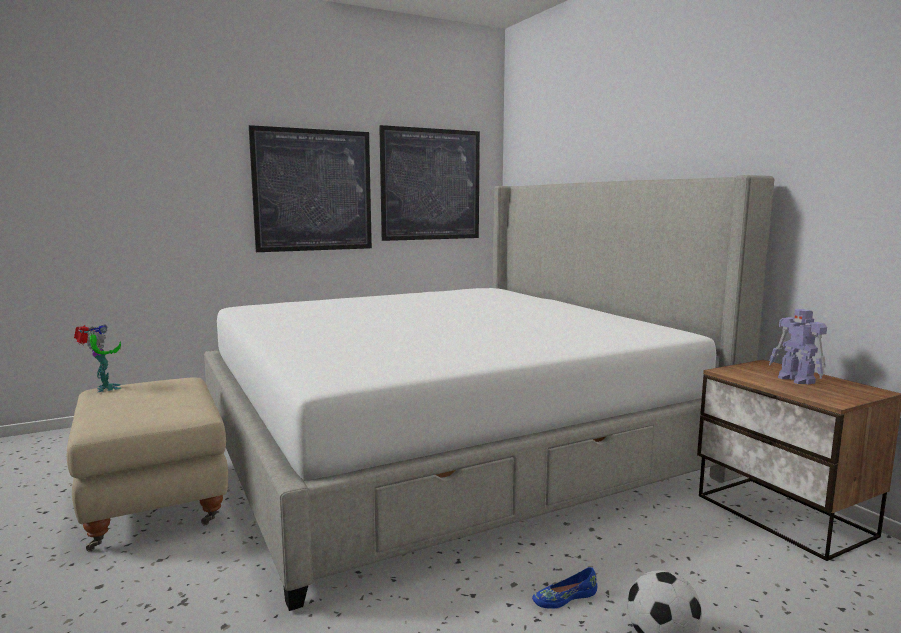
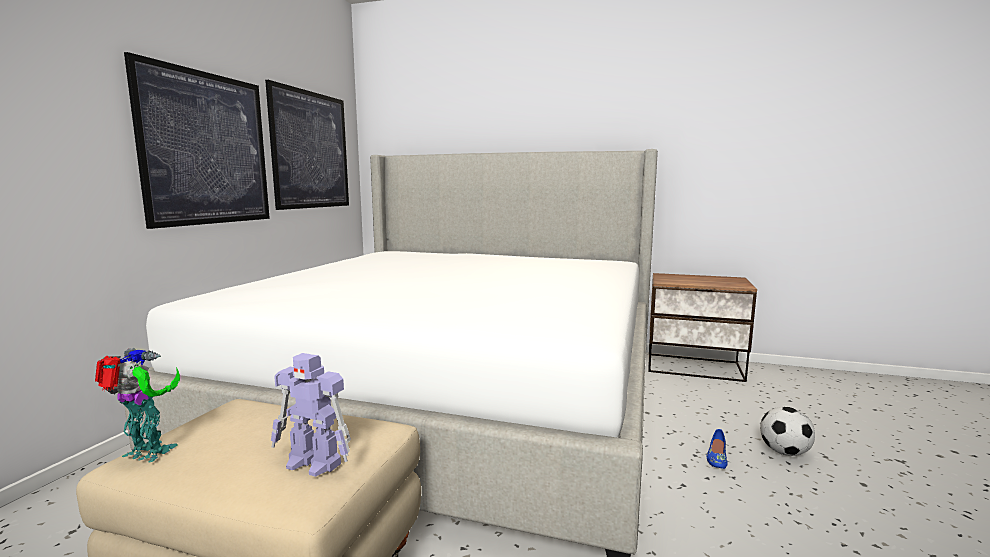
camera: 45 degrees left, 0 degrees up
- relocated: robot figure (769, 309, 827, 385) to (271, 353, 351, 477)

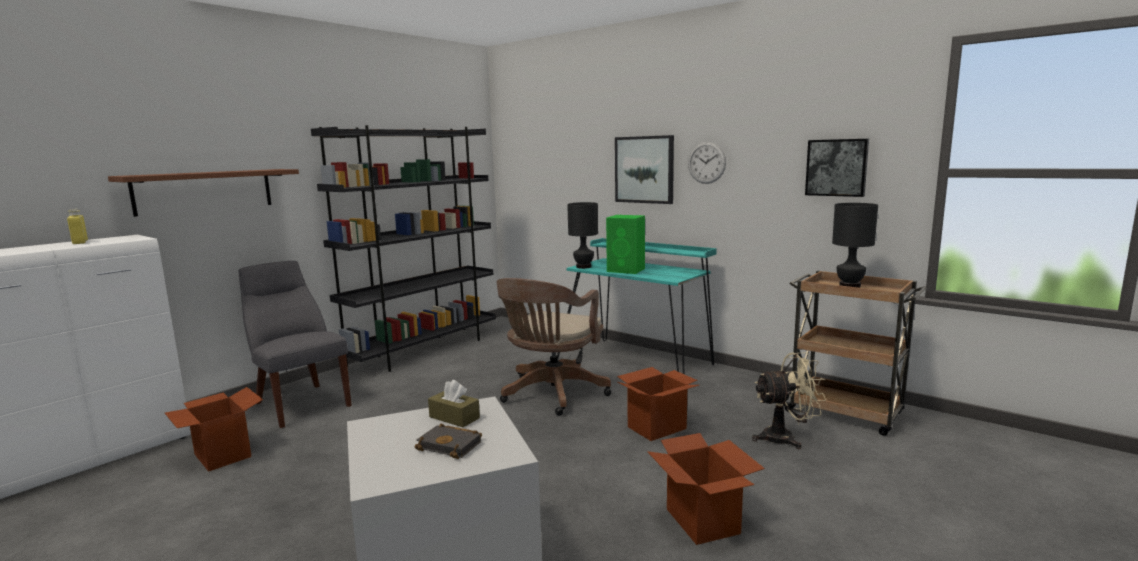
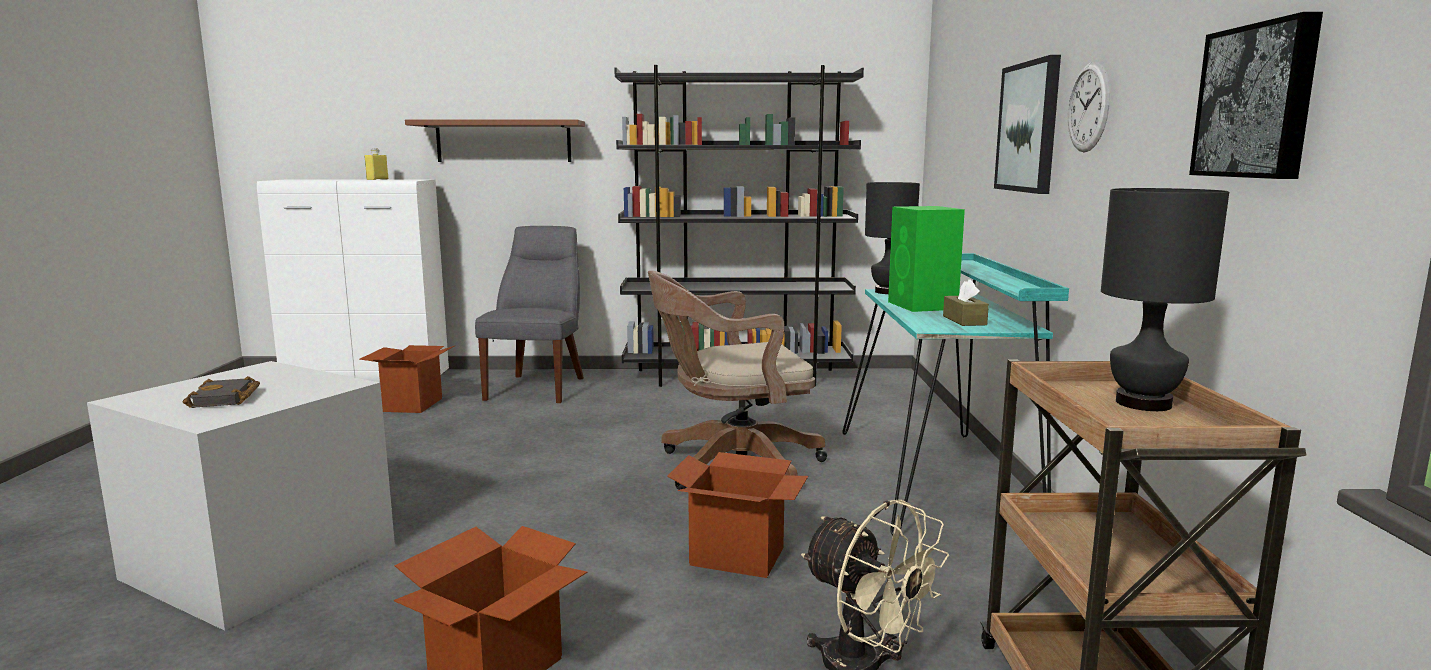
camera: 50 degrees right, 0 degrees up
- relocated: brown-coloured tissue holder (428, 380, 480, 427) to (943, 279, 989, 326)

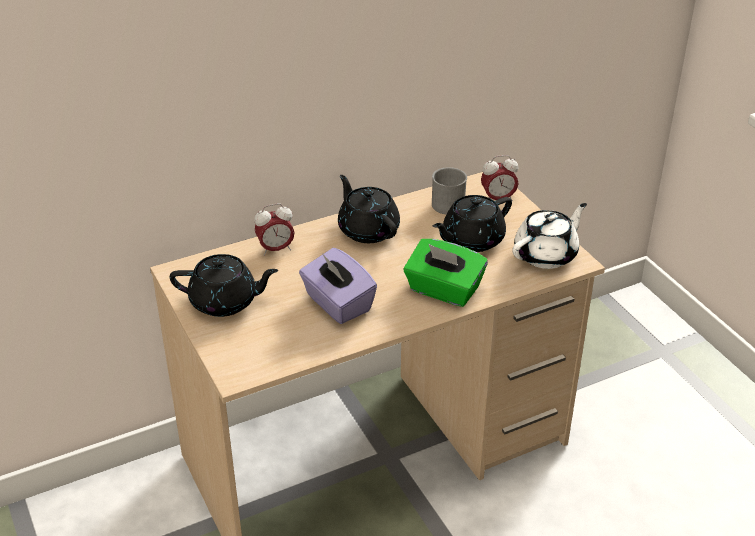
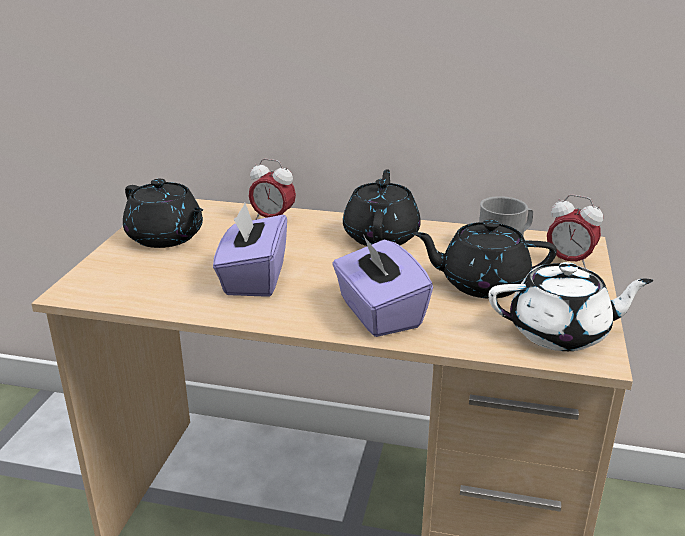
camera: 40 degrees right, 10 degrees down
- colour: green tissue holder (404, 239, 488, 307) to purplish tissue holder (332, 235, 433, 337)

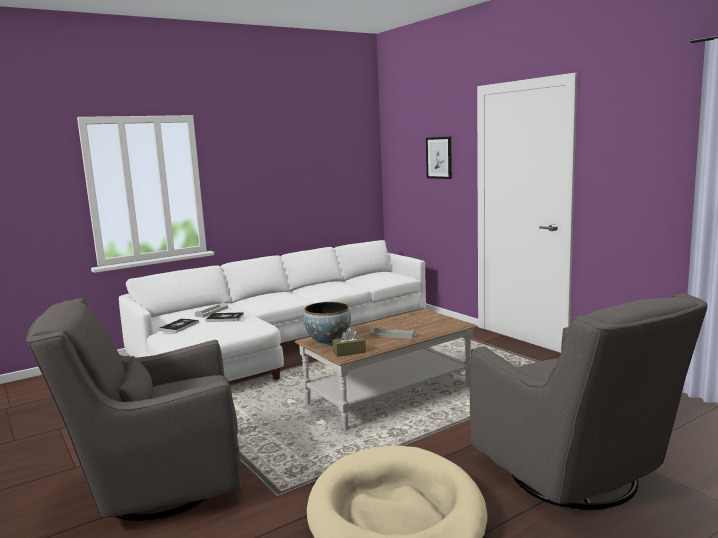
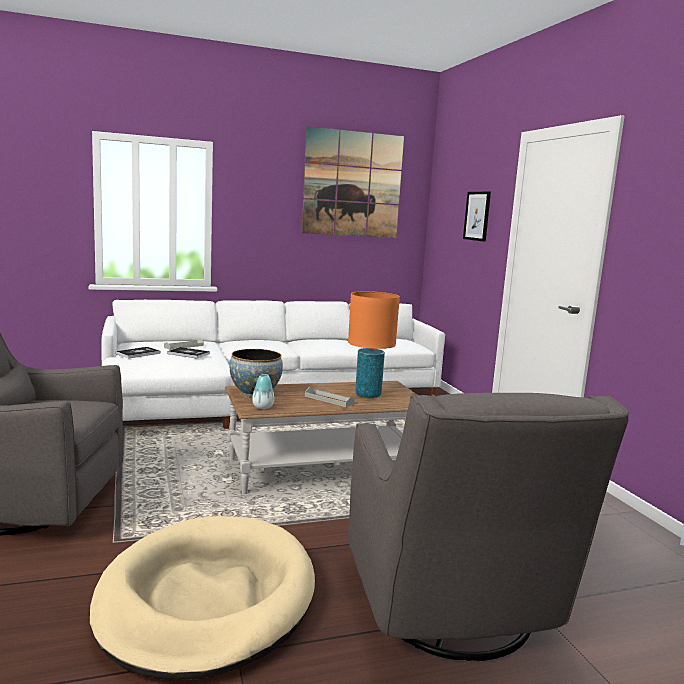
camera: 15 degrees right, 0 degrees up
- exchanged: brown-coloured tissue holder (332, 328, 366, 357) to decorative vase (252, 374, 274, 409)
- appeared: picture (302, 126, 404, 238)
- appeared: orange table lamp (348, 291, 400, 398)

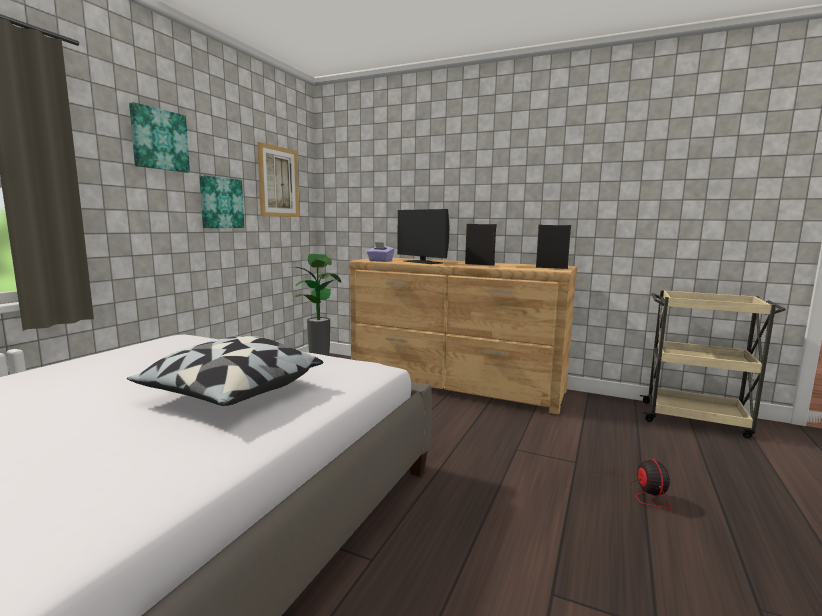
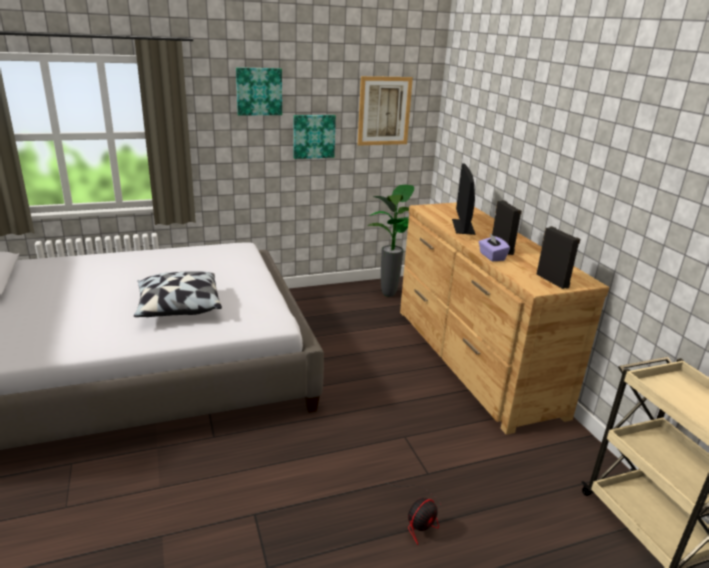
camera: 45 degrees right, 15 degrees up
- relocated: purplish tissue holder (367, 242, 394, 262) to (479, 234, 510, 262)

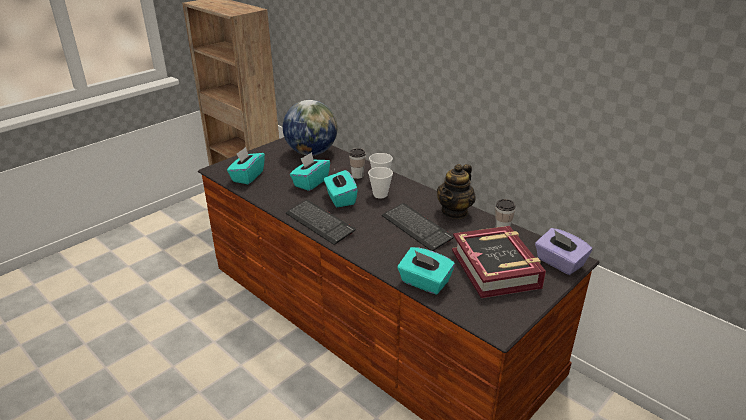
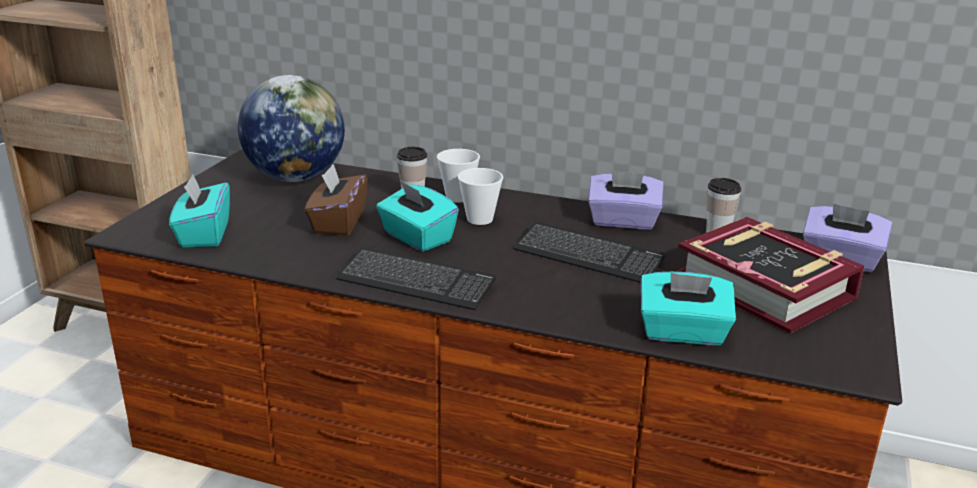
camera: 25 degrees left, 5 degrees down
- colour: blue-green tissue holder (290, 152, 330, 191) to brown-coloured tissue holder (305, 164, 368, 236)
- exchanged: pot for tea (437, 164, 476, 219) to purplish tissue holder (588, 170, 663, 229)

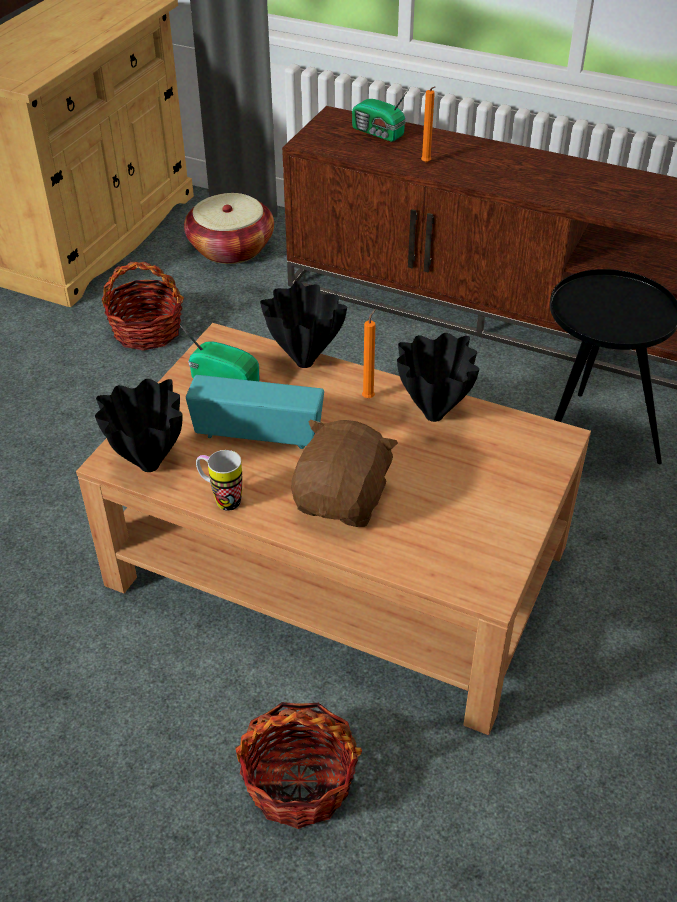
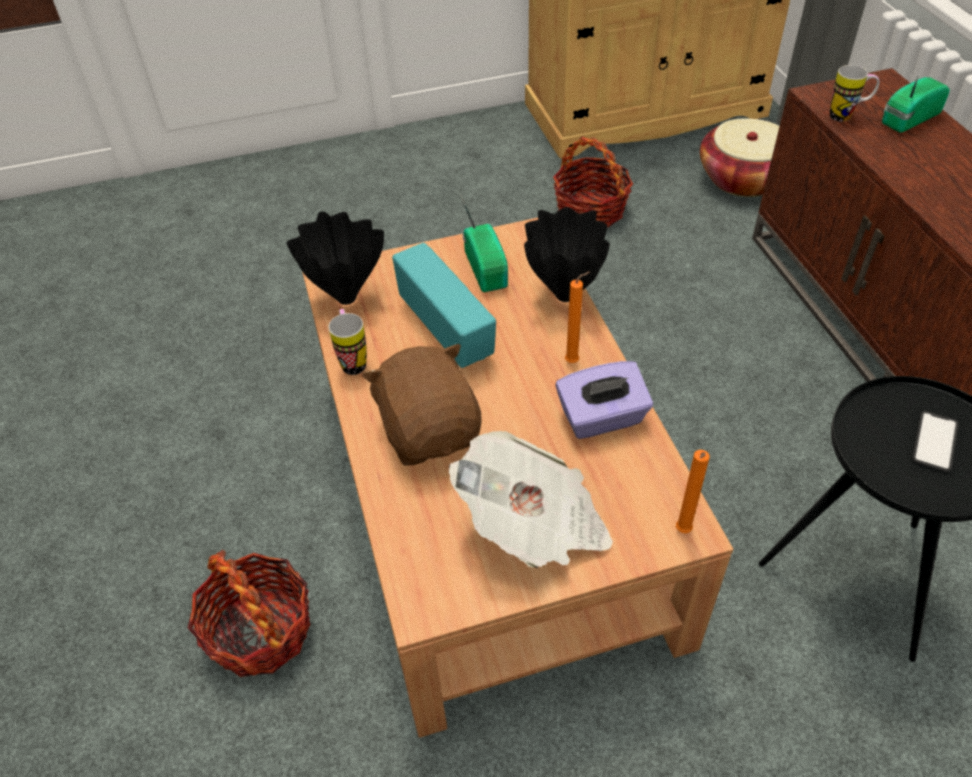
camera: 50 degrees right, 5 degrees up
- spun: brown-coloured soft toy (291, 419, 398, 527) = (362, 344, 482, 466) 90 degrees counterclockwise
- appeared: printed paper (449, 431, 613, 568)
- exchanged: black decorative vase (397, 333, 479, 422) to purplish tissue holder (556, 361, 653, 439)
- relocated: orange wax candle (421, 86, 435, 163) to (676, 450, 710, 533)
- appeared: tea mug (830, 65, 880, 122)
- spun: radio (352, 86, 411, 142) = (882, 77, 950, 133) 60 degrees clockwise
- appeared: handset (912, 411, 959, 472)

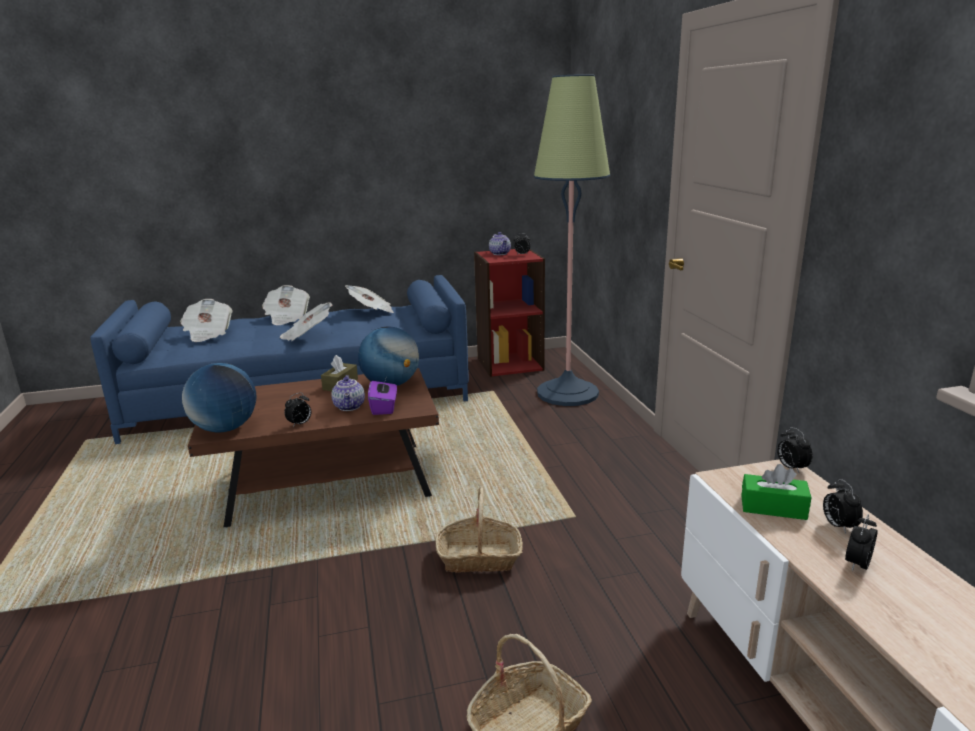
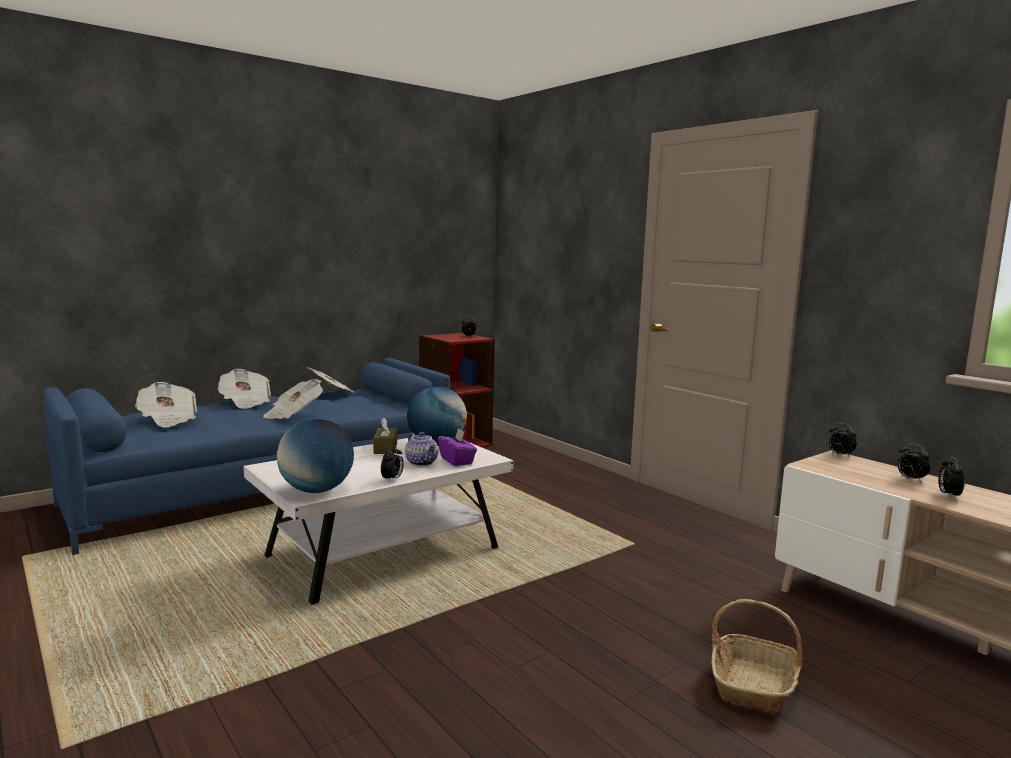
camera: 25 degrees left, 10 degrees down
- colour: brown-coloured low table (188, 368, 439, 528) to white low table (244, 438, 514, 605)
- missing: household basket (436, 488, 523, 573)
- missing: pot for tea (489, 232, 511, 255)
- missing: standard lamp (534, 74, 610, 406)
- missing: green tissue holder (741, 464, 811, 520)

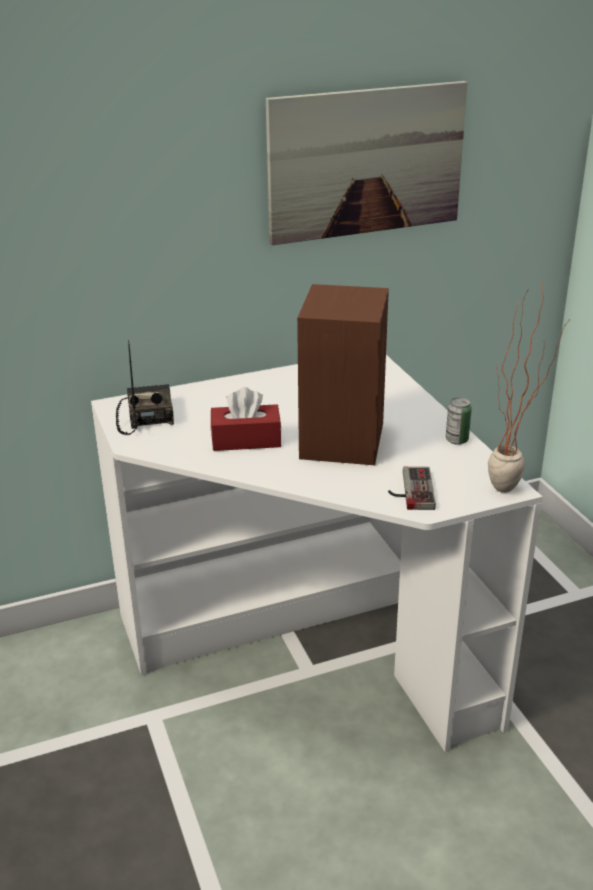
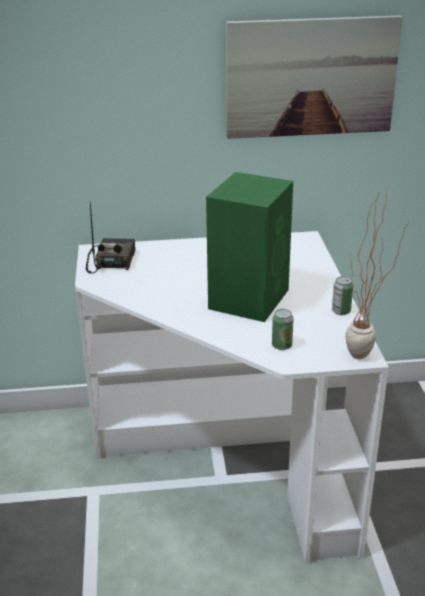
camera: 15 degrees right, 0 degrees up
- colour: brown-coloured speaker (297, 284, 389, 465) to green speaker (206, 172, 293, 322)
- exchanged: game controller (388, 467, 436, 510) to sealed can (272, 309, 294, 350)
- missing: red-coloured tissue holder (211, 387, 281, 451)

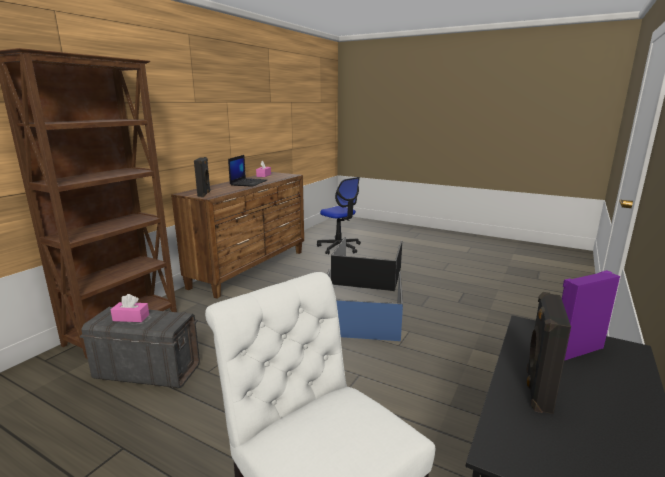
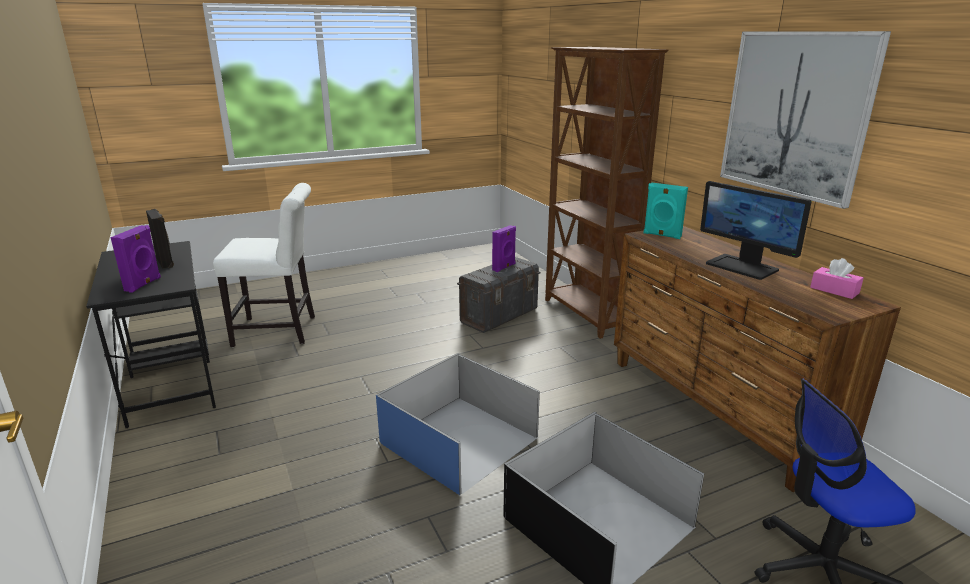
camera: 125 degrees right, 5 degrees up
- exchanged: pink tissue holder (110, 294, 149, 322) to purplish speaker (492, 225, 516, 272)
- colour: black speaker (194, 157, 211, 197) to blue-green speaker (643, 183, 688, 239)
- exchanged: laptop (228, 155, 267, 187) to computer screen (700, 181, 812, 280)
- appeared: picture (720, 31, 891, 209)

